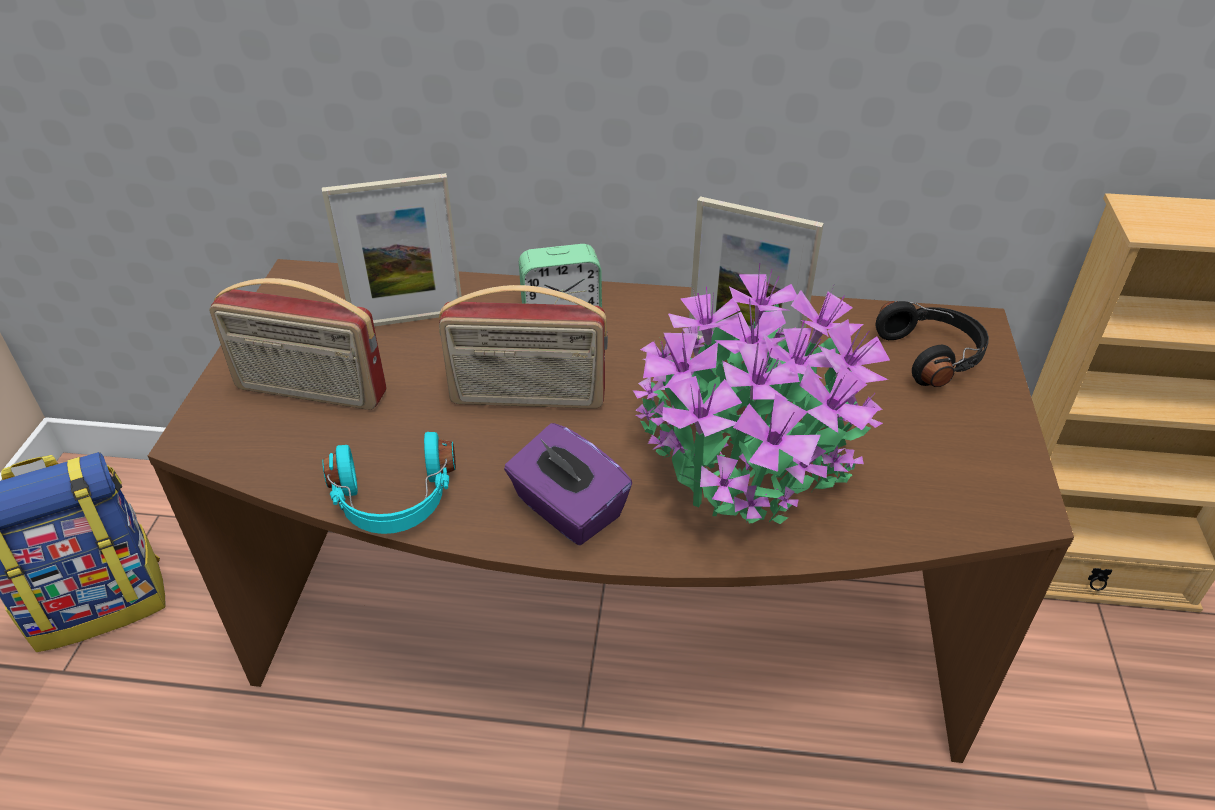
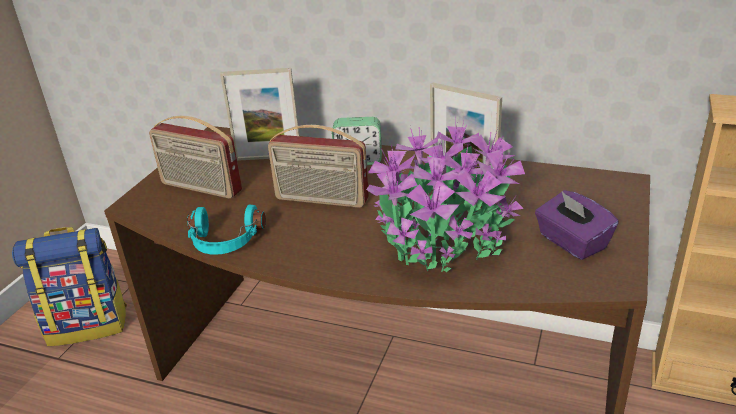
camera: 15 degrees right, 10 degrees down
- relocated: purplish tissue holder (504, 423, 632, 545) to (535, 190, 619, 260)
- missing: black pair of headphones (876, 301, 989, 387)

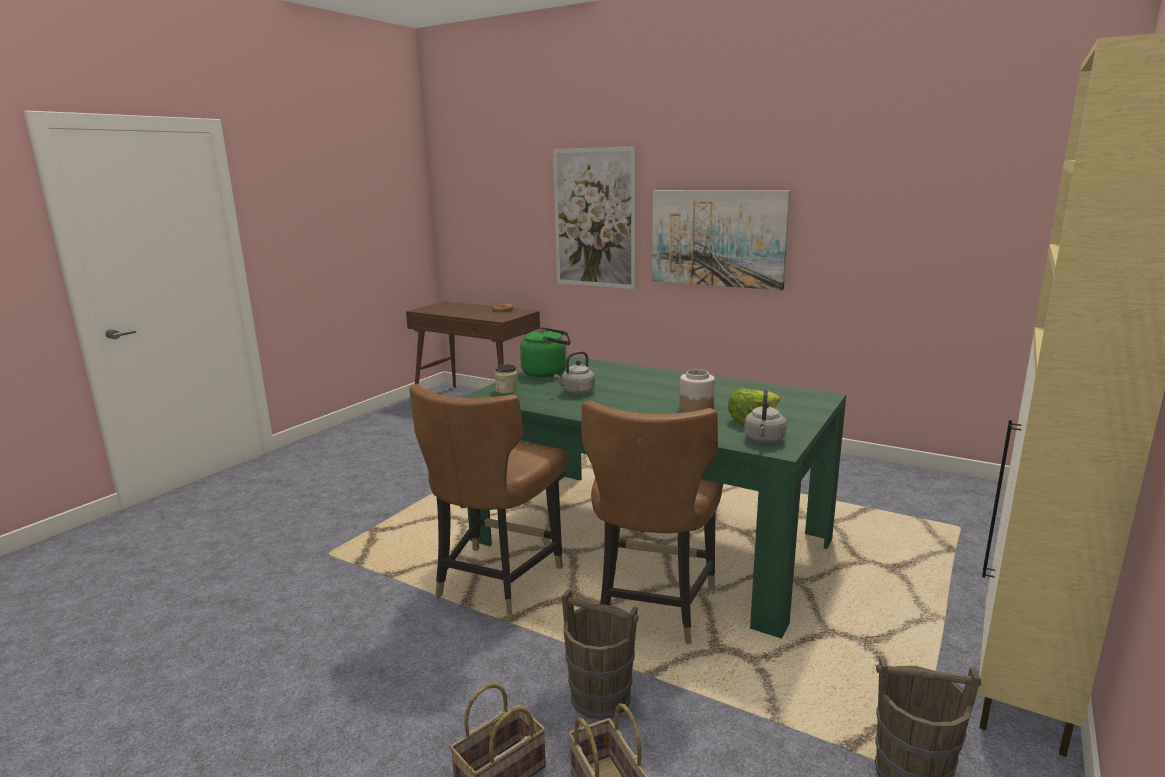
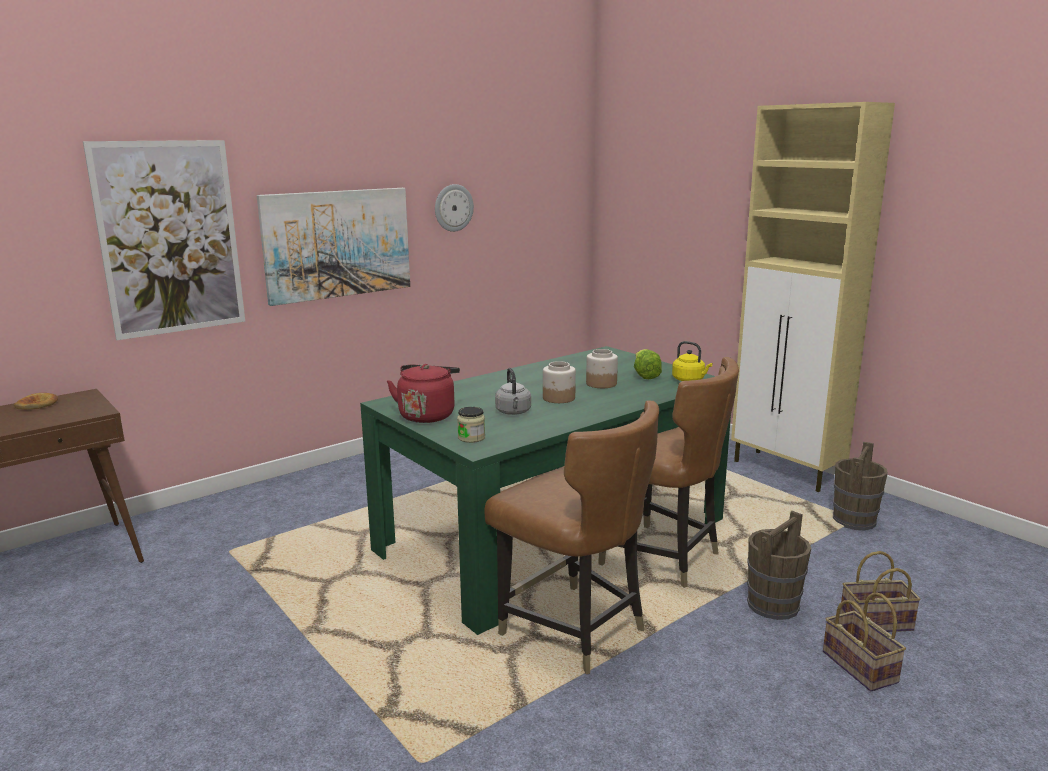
camera: 70 degrees left, 0 degrees up
- colour: green tea kettle (520, 327, 571, 377) to red-coloured tea kettle (387, 364, 460, 423)
- appeared: clock on the wall (435, 184, 474, 232)
- appeared: storage jar (543, 361, 576, 403)
- colour: greyish tea kettle (744, 390, 787, 443) to yellow tea kettle (672, 341, 712, 381)

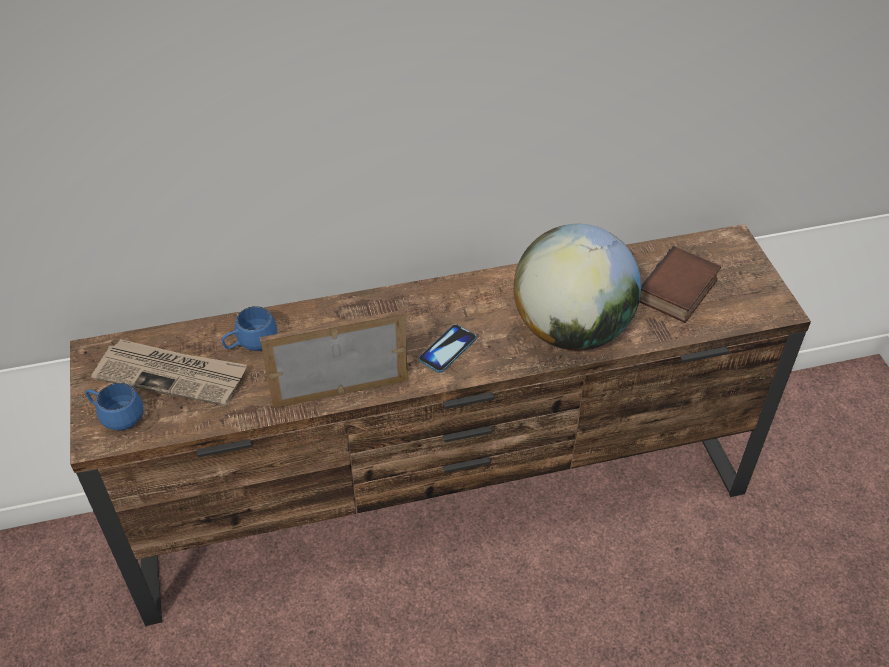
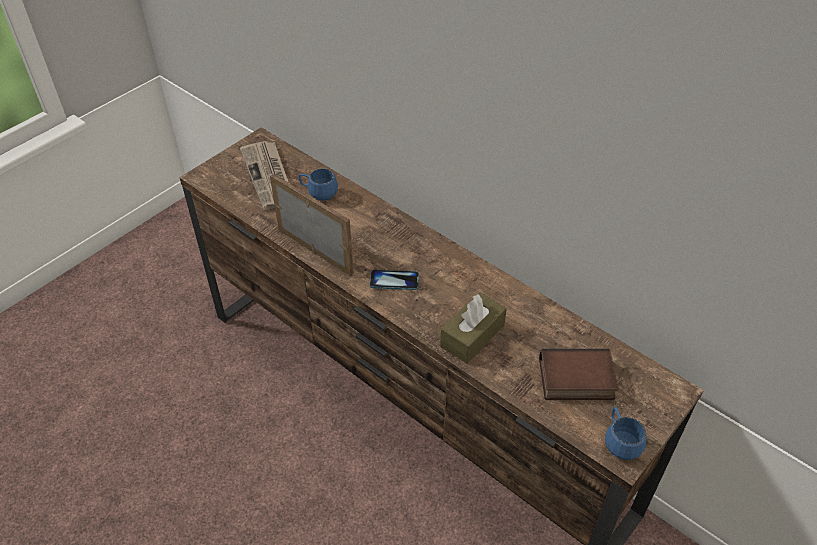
camera: 55 degrees right, 0 degrees up
- exchanged: globe (514, 224, 641, 350) to brown-coloured tissue holder (440, 292, 507, 364)
- relocated: blue-coloured tea mug (85, 383, 143, 430) to (605, 407, 647, 460)

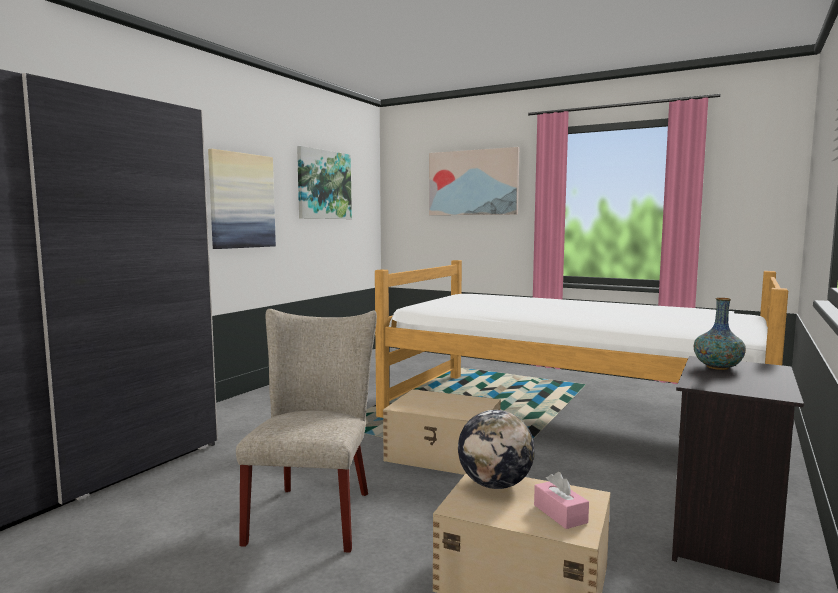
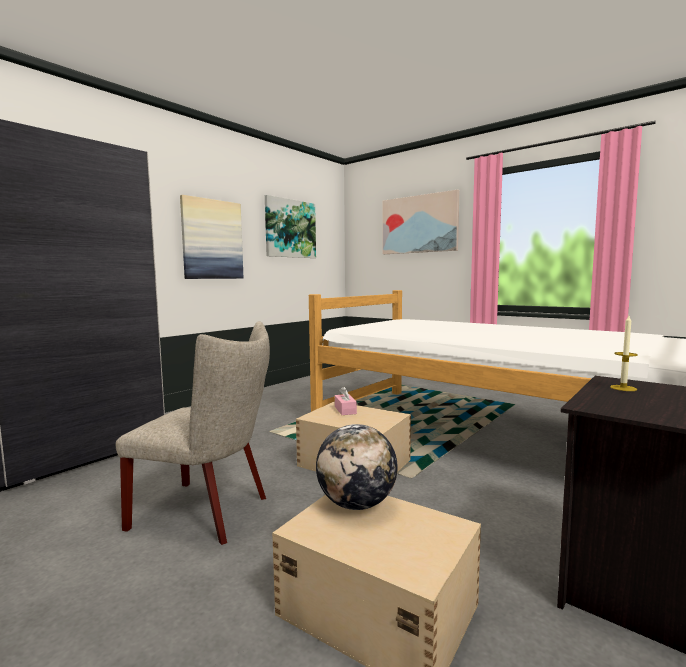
camera: 10 degrees right, 0 degrees up
- spun: sand-coloured upright chair (236, 309, 377, 553) = (116, 321, 270, 545) 90 degrees clockwise
- relocated: pink tissue holder (534, 472, 589, 529) to (335, 386, 357, 415)
- exchanged: decorative vase (694, 298, 746, 370) to wax candle (610, 316, 638, 391)

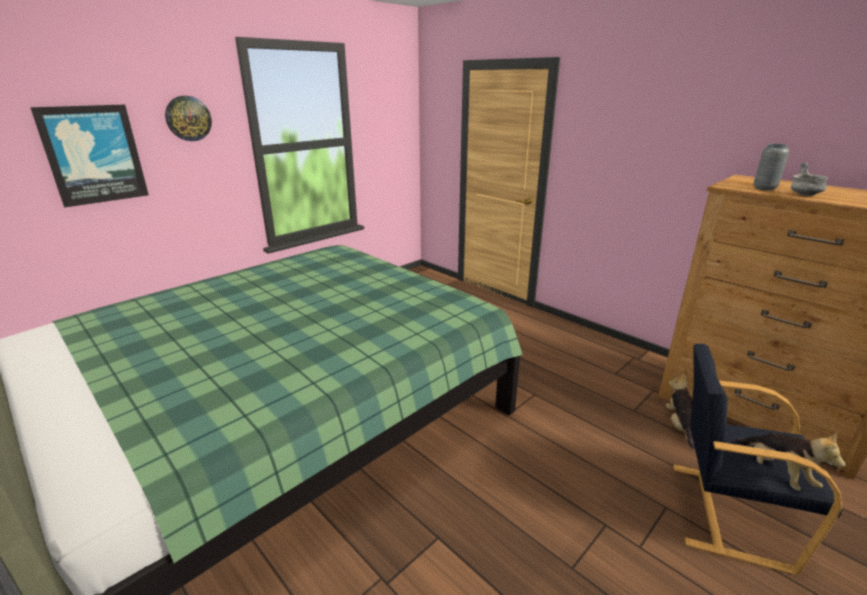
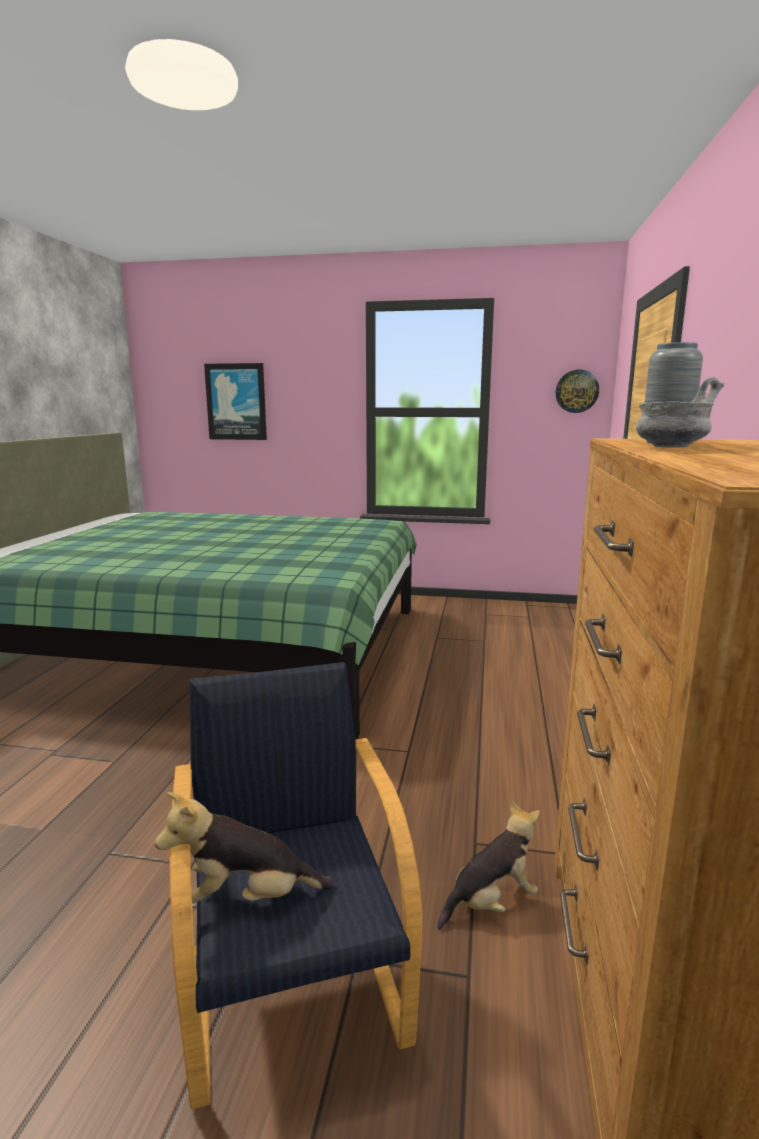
camera: 55 degrees right, 10 degrees down
- spun: soft toy (734, 432, 846, 491) = (155, 792, 337, 903) 45 degrees clockwise
- relocated: clock on the wall (165, 96, 212, 141) to (556, 370, 599, 413)

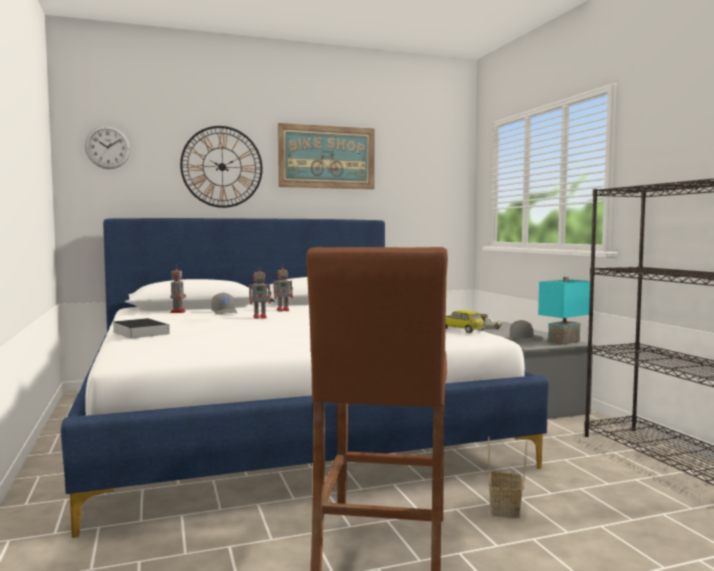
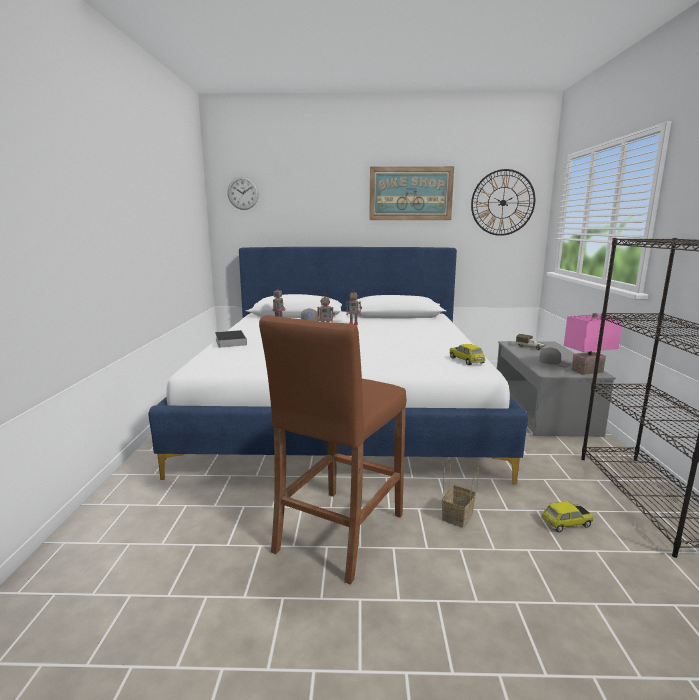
camera: 20 degrees right, 10 degrees up
- relocated: clock on the wall (180, 126, 263, 208) to (471, 169, 535, 236)
- appeared: model car (541, 501, 594, 532)
- colour: blue-green table lamp (538, 277, 590, 345) to pink table lamp (564, 313, 623, 375)

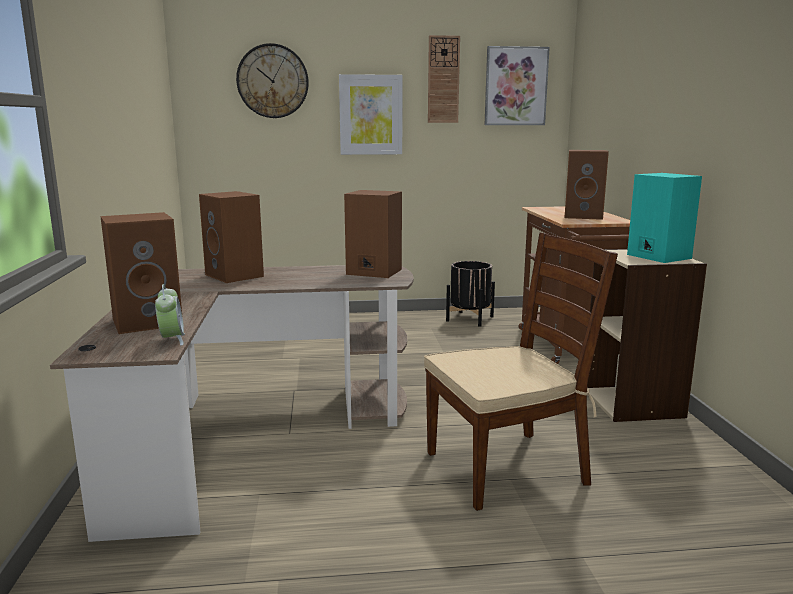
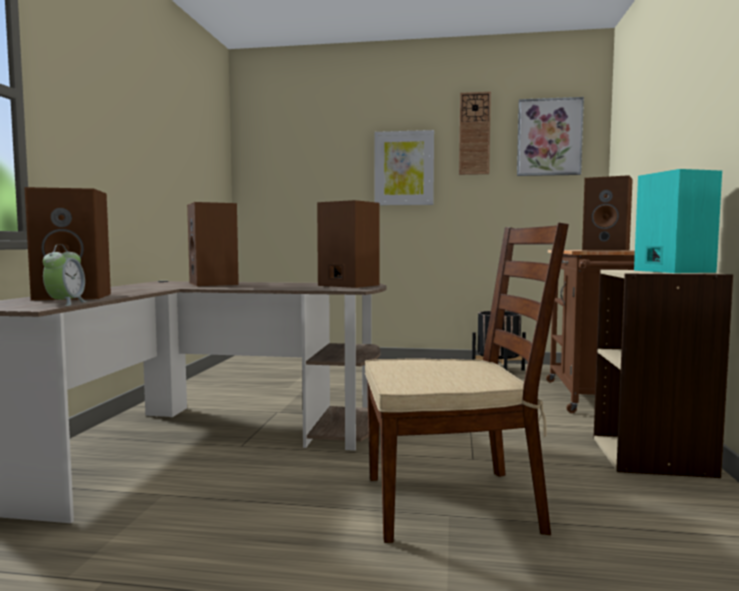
camera: 15 degrees right, 10 degrees down
- missing: clock on the wall (236, 43, 309, 118)

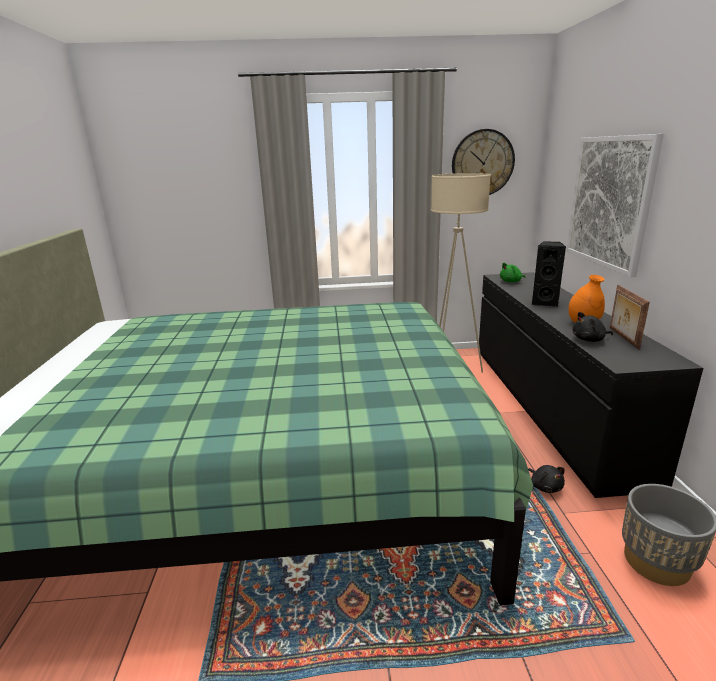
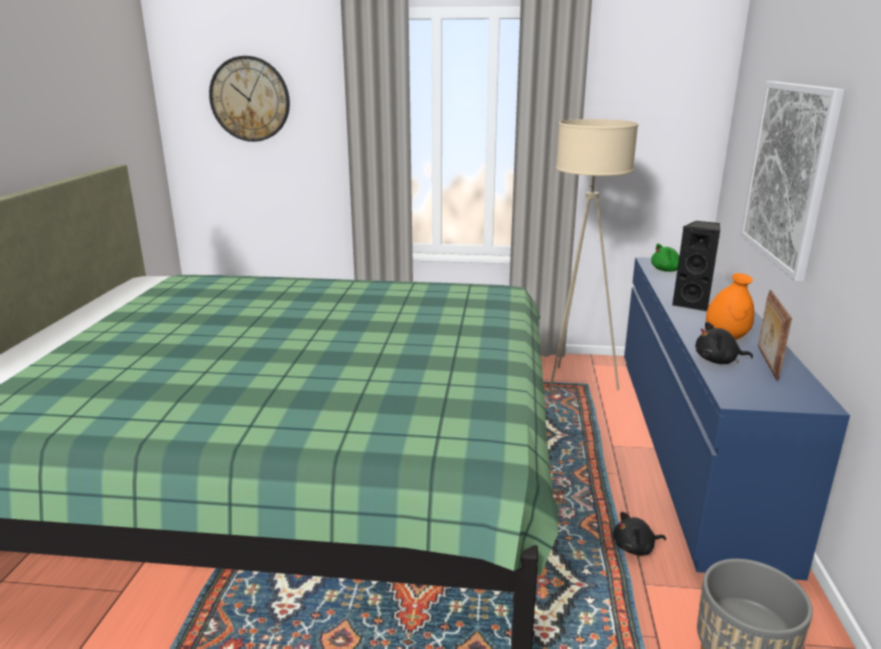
camera: 10 degrees right, 0 degrees up
- relocated: clock on the wall (452, 129, 515, 195) to (209, 56, 290, 142)
- spun: black soft toy (528, 465, 565, 493) = (613, 512, 666, 556) 90 degrees clockwise
- colour: black chest of drawers (479, 272, 703, 498) to blue-coloured chest of drawers (624, 257, 850, 580)

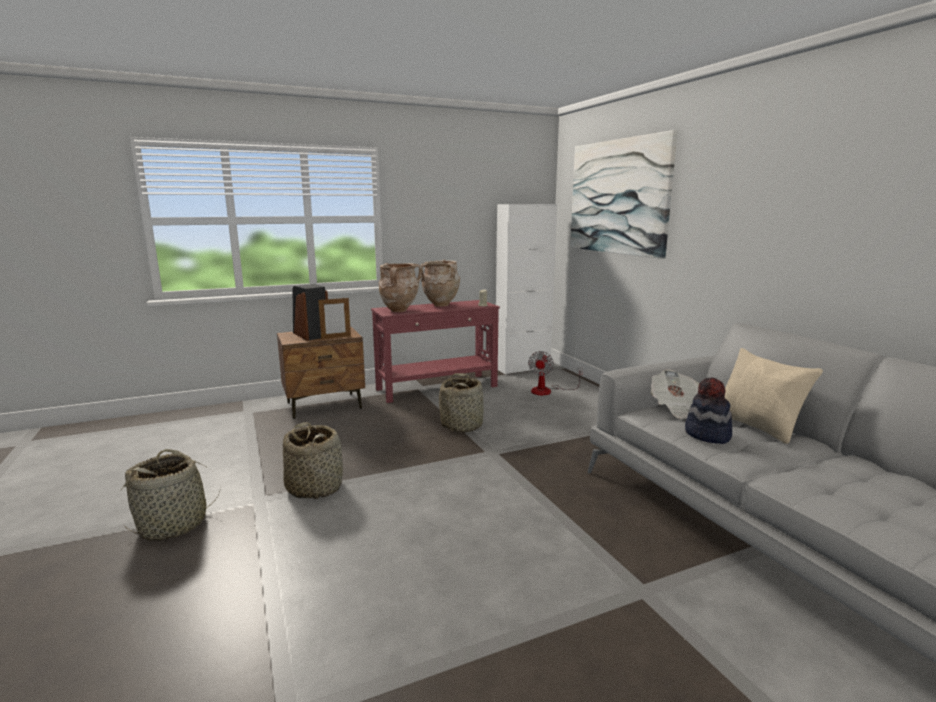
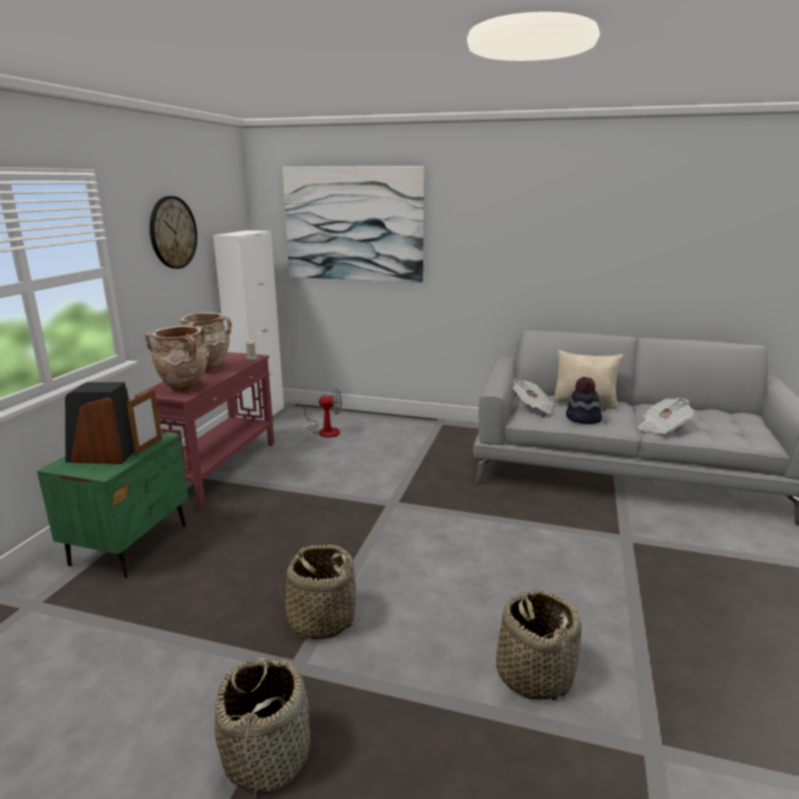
camera: 50 degrees left, 5 degrees up
- colour: brown-coloured nightstand (277, 326, 365, 419) to green nightstand (37, 433, 188, 578)
- appeared: clock on the wall (150, 196, 197, 269)
- spun: cooling fan (528, 351, 583, 395) = (300, 389, 342, 438) 60 degrees counterclockwise
- relocated: household basket (439, 373, 484, 433) to (496, 589, 582, 701)
- appeared: printed paper (638, 398, 694, 434)

